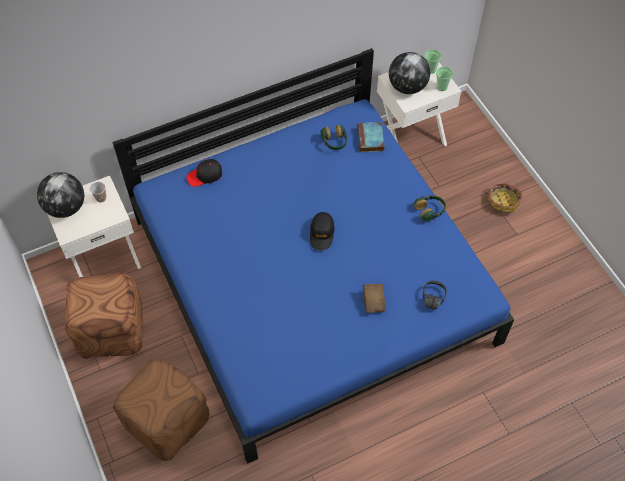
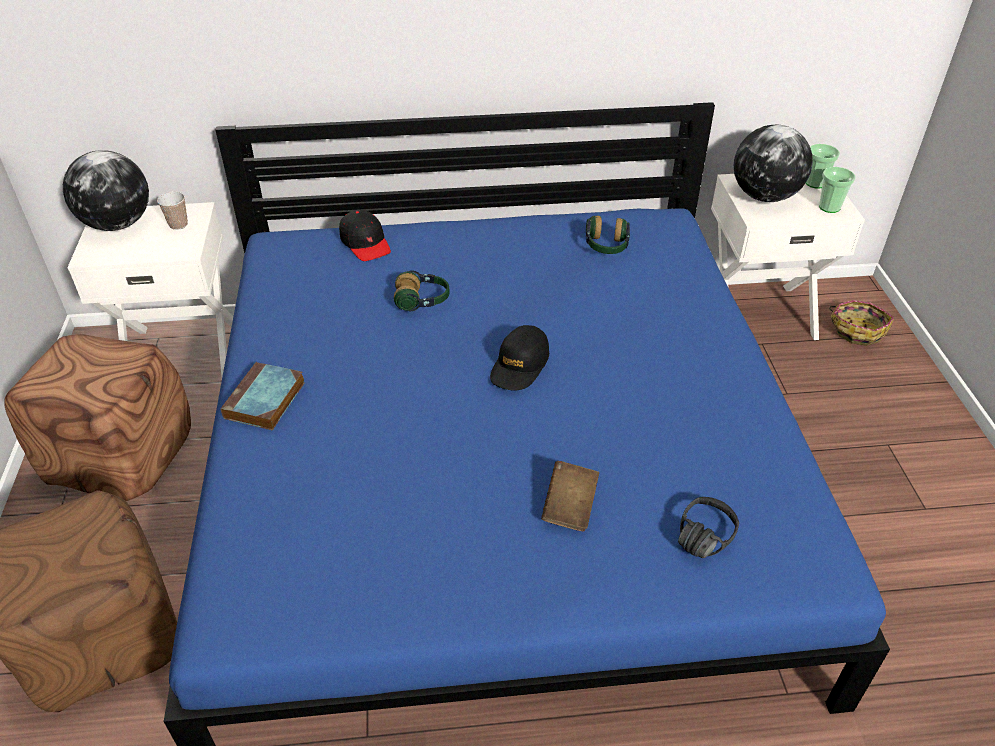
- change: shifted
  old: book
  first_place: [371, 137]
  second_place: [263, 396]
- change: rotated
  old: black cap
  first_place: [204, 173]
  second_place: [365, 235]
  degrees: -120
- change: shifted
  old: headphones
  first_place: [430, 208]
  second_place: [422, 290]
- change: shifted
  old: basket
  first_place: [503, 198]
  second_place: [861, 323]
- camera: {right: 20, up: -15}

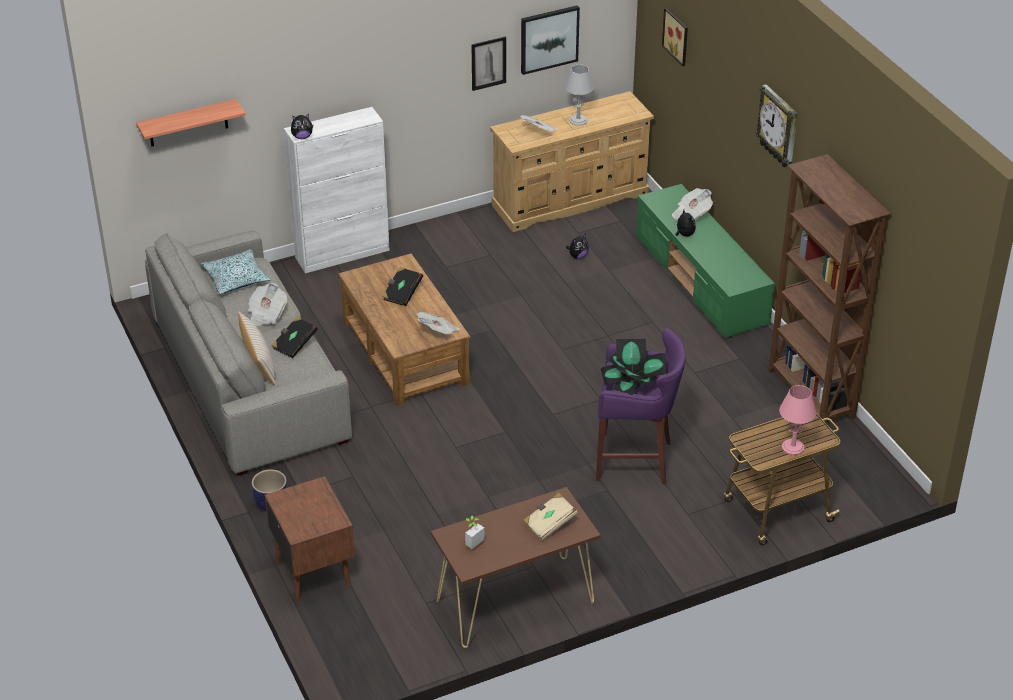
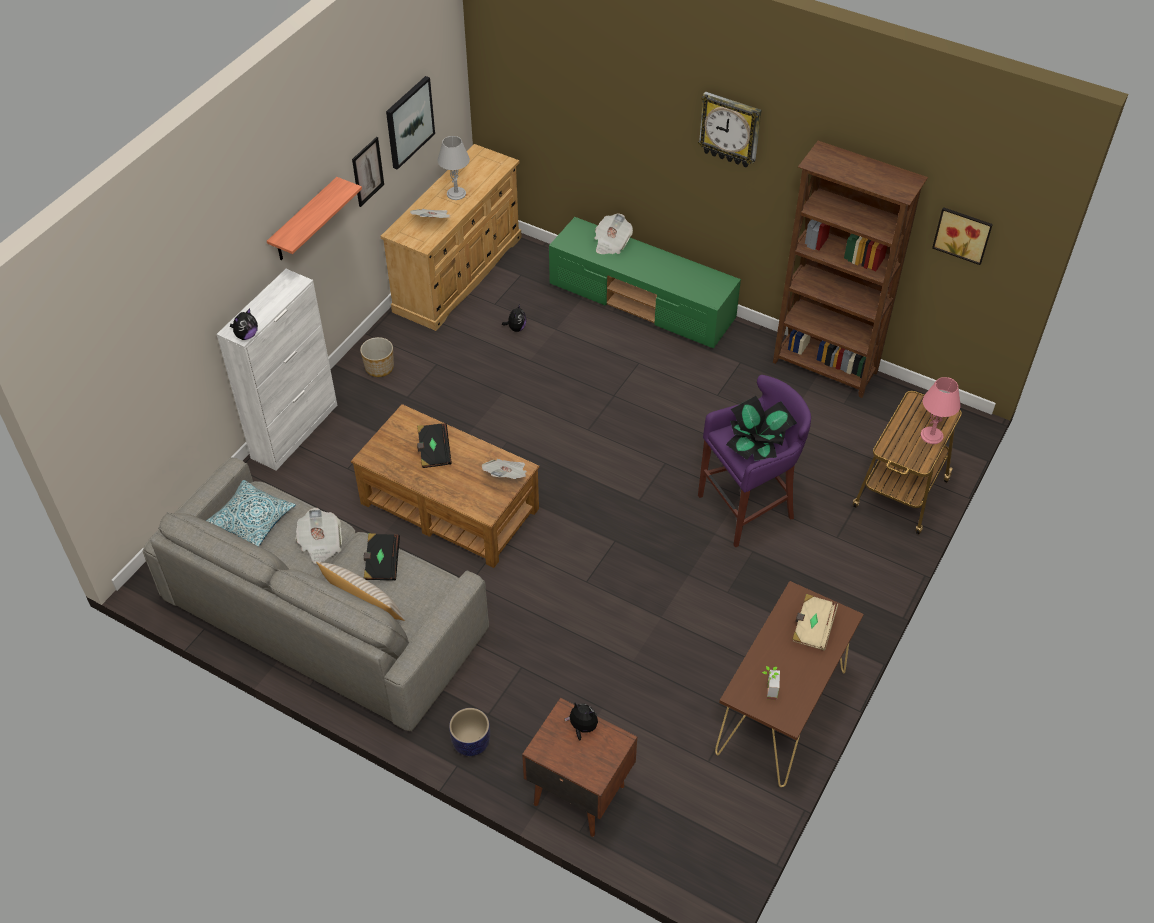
- change: shifted
  old: shelf
  first_place: [190, 122]
  second_place: [314, 218]
- change: new
  new: planter
  second_place: [377, 357]
- change: shifted
  old: plush toy
  first_place: [685, 223]
  second_place: [581, 721]
- change: shifted
  old: picture
  first_place: [675, 37]
  second_place: [962, 236]
- camera: {right: -35, up: 10}

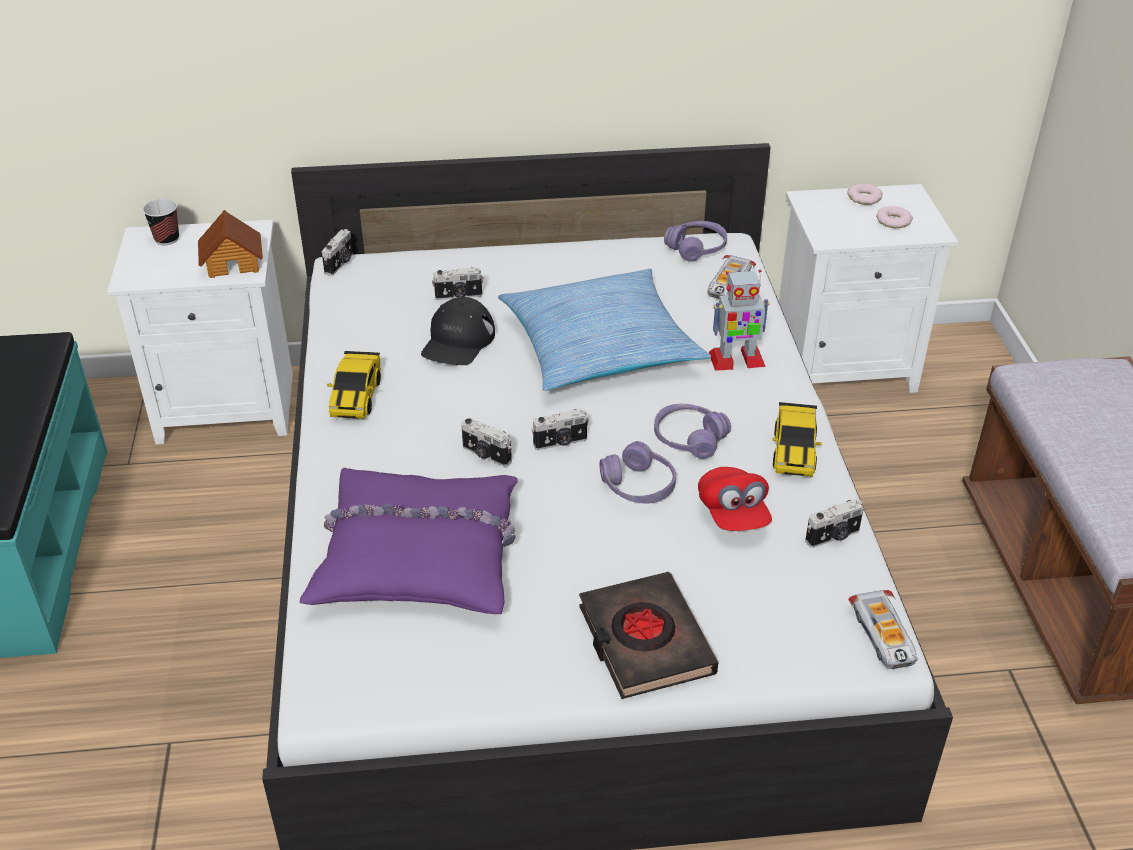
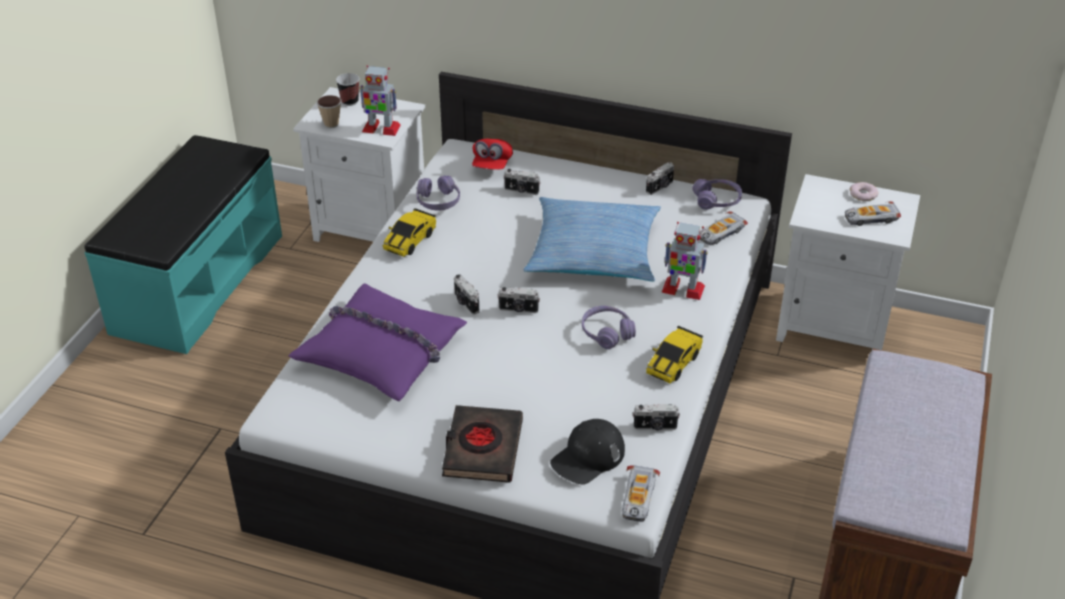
- change: new
  new: cup
  second_place: [329, 111]
- change: swapped
  old: toy house
  new: toy robot
  first_place: [230, 244]
  second_place: [380, 100]
- change: shifted
  old: purple headphones
  first_place: [638, 472]
  second_place: [438, 193]
- change: shifted
  old: red cap
  first_place: [735, 499]
  second_place: [492, 154]
- change: shifted
  old: black cap
  first_place: [458, 331]
  second_place: [587, 451]
- change: shifted
  old: photo camera
  first_place: [337, 252]
  second_place: [660, 178]
- change: swapped
  old: donut
  new: toy car
  first_place: [894, 217]
  second_place: [873, 213]
- camera: {right: 25, up: 0}

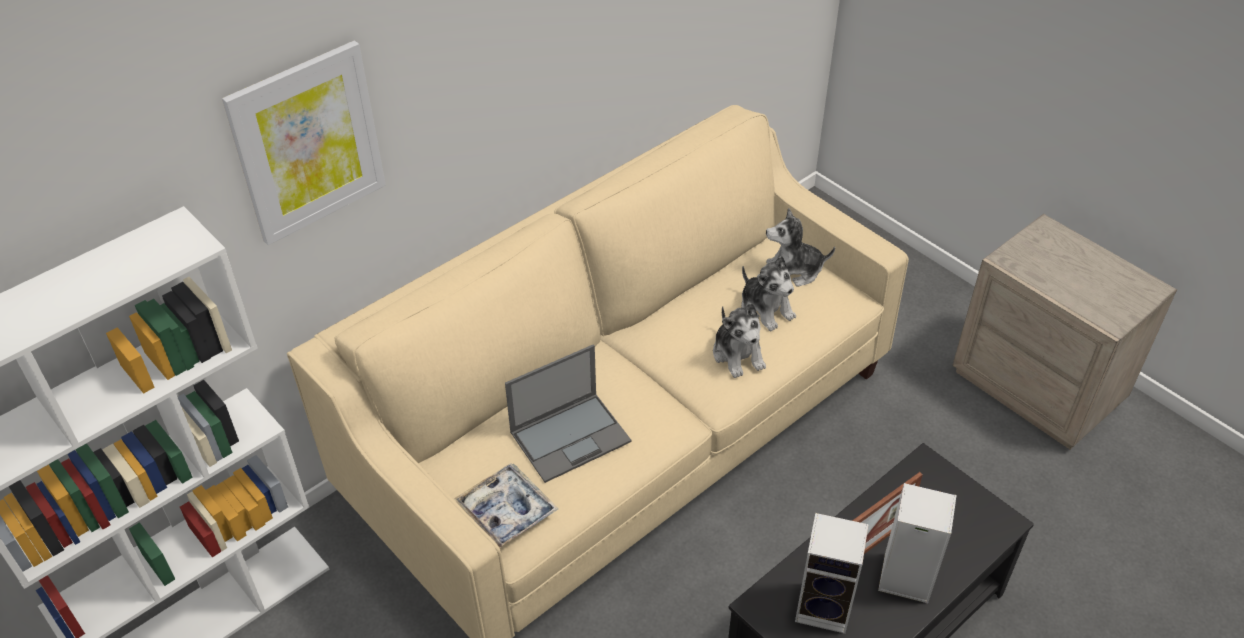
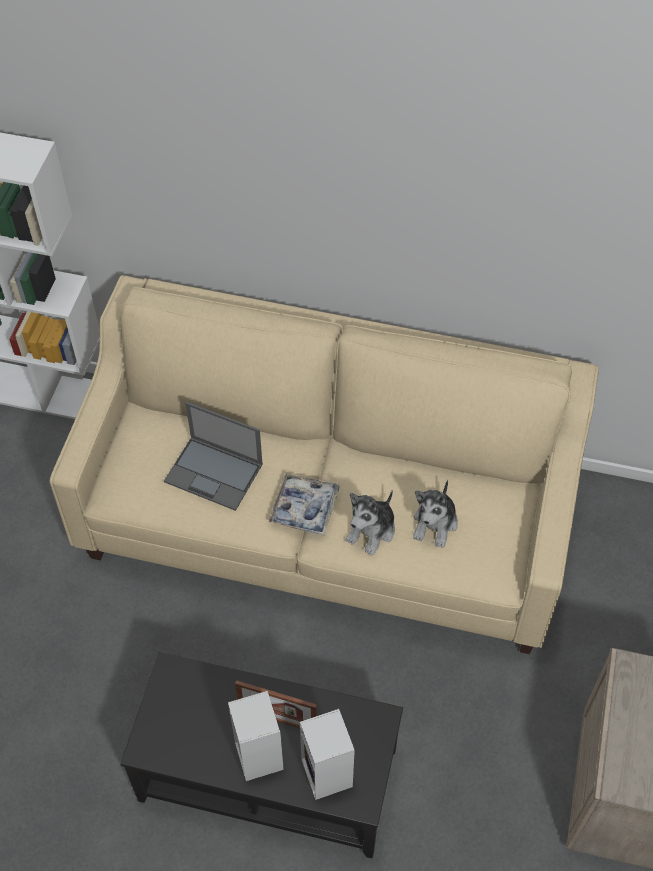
- change: shifted
  old: tray
  first_place: [506, 505]
  second_place: [303, 503]
- change: shifted
  old: speaker
  first_place: [832, 573]
  second_place: [327, 754]
- change: gone
  old: picture
  first_place: [304, 143]
- change: gone
  old: plush toy
  first_place: [800, 247]
- camera: {right: 55, up: 10}

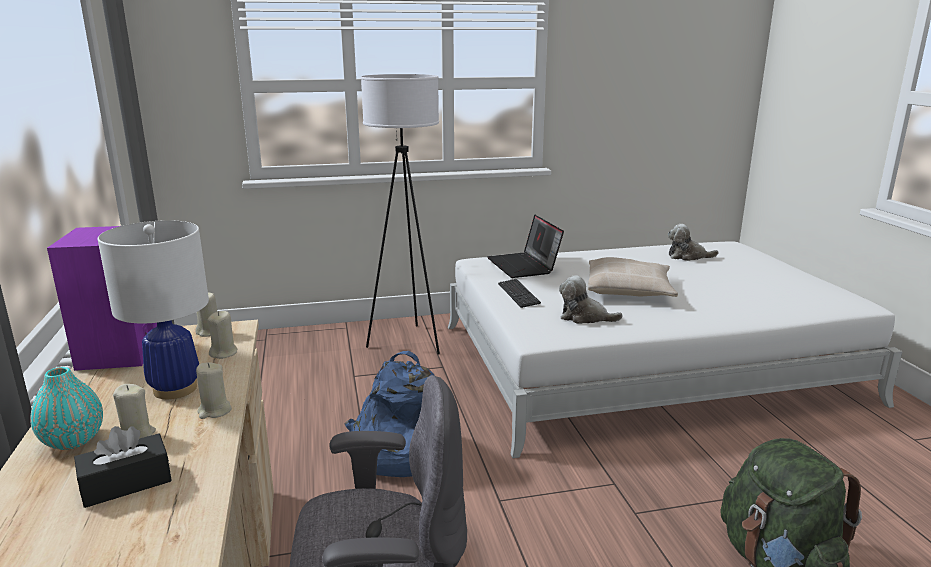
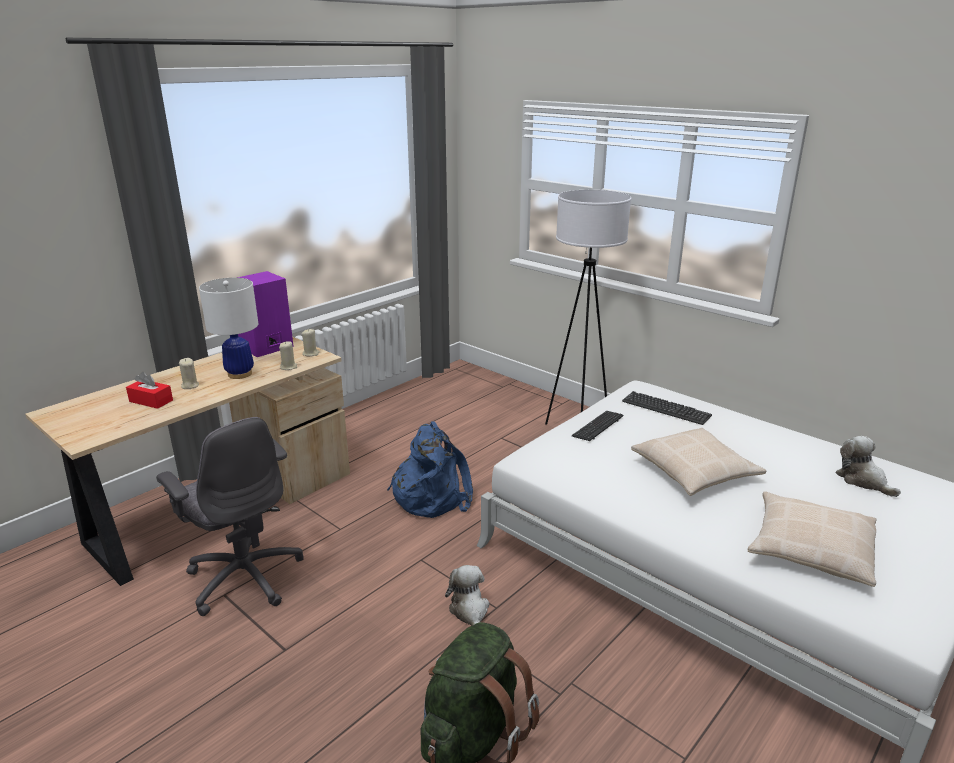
- change: repainted
  old: black tissue box
  new: red tissue box
  first_place: [123, 467]
  second_place: [149, 390]
- change: shifted
  old: plush toy
  first_place: [591, 299]
  second_place: [467, 595]
- change: swapped
  old: laptop
  new: keyboard
  first_place: [525, 246]
  second_place: [667, 408]
- change: new
  new: beige pillow
  second_place: [812, 539]
- change: gone
  old: turquoise vase
  first_place: [66, 408]
- change: gone
  old: beige candle
  first_place: [214, 390]
- camera: {right: 55, up: 5}

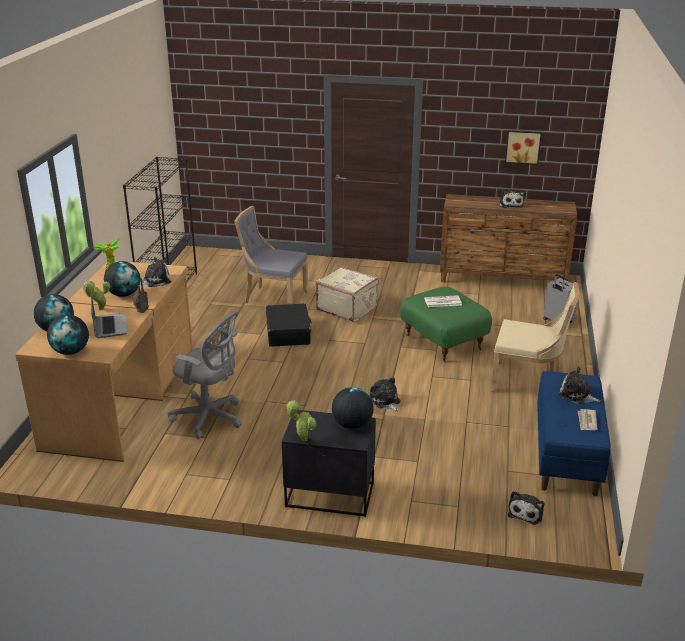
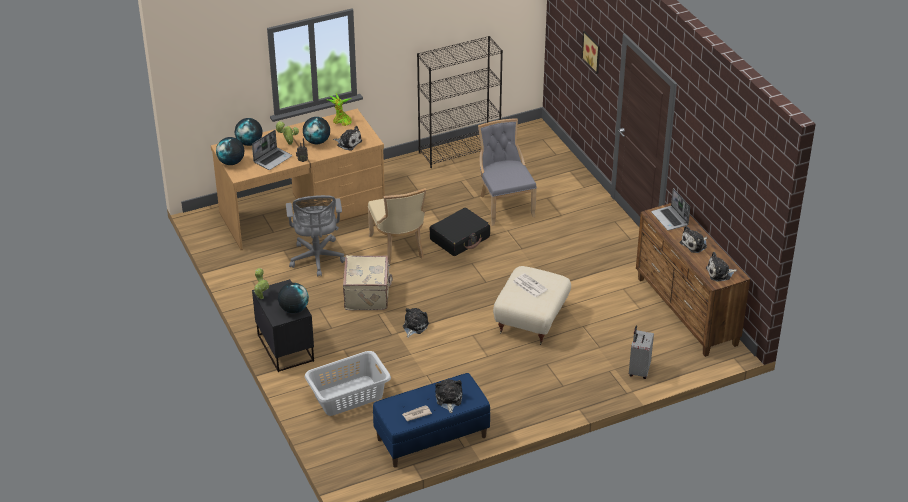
- change: new
  new: grey laundry basket
  second_place: [348, 383]
- change: shifted
  old: beige suitcase
  first_place: [347, 294]
  second_place: [368, 282]
- change: shifted
  old: beige chair
  first_place: [534, 337]
  second_place: [397, 226]
- change: repainted
  old: green ottoman
  new: beige ottoman
  first_place: [446, 325]
  second_place: [532, 305]
- change: shifted
  old: picture
  first_place: [523, 148]
  second_place: [590, 52]
- change: new
  new: laptop
  second_place: [670, 209]
- change: shifted
  old: plush toy
  first_place: [526, 508]
  second_place: [721, 267]
- camera: {right: 55, up: 10}

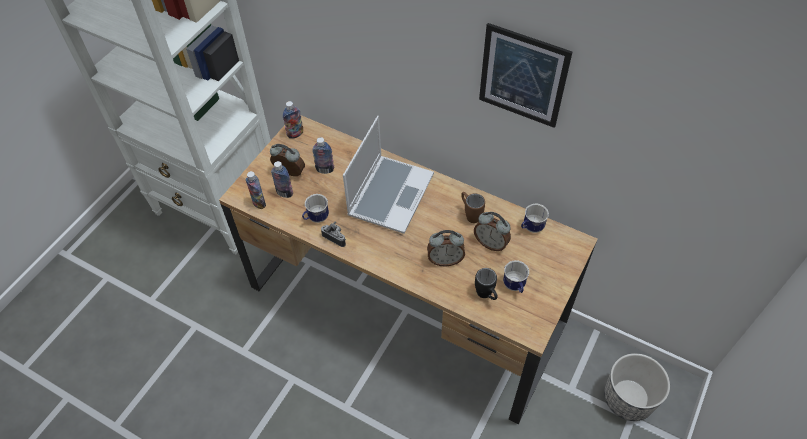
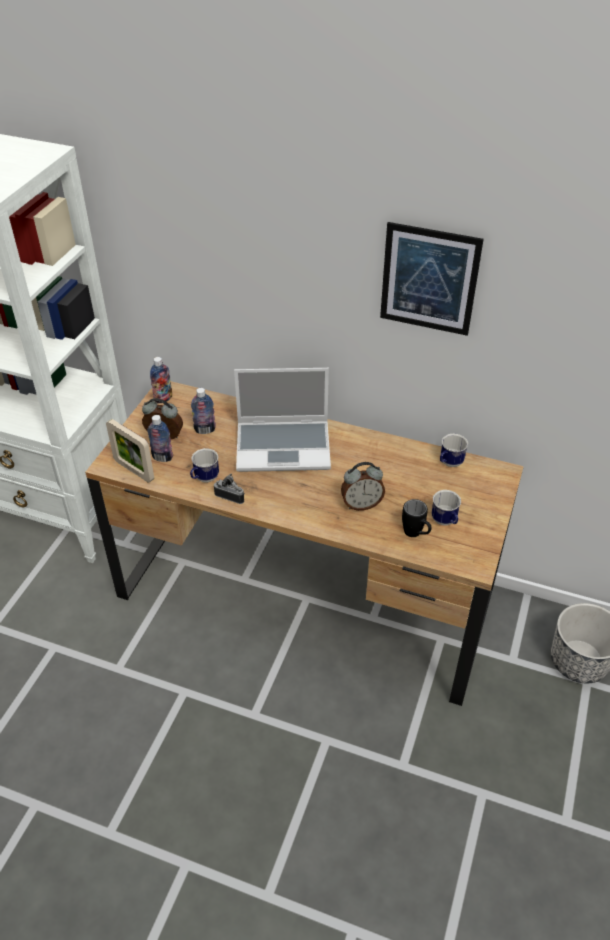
- change: swapped
  old: bottle
  new: picture frame
  first_place: [256, 190]
  second_place: [130, 451]
- change: rotated
  old: laptop
  first_place: [388, 175]
  second_place: [282, 420]
  degrees: 75
- change: gone
  old: brown mug
  first_place: [473, 207]
- change: gone
  old: alarm clock
  first_place: [492, 231]
- camera: {right: -10, up: -10}

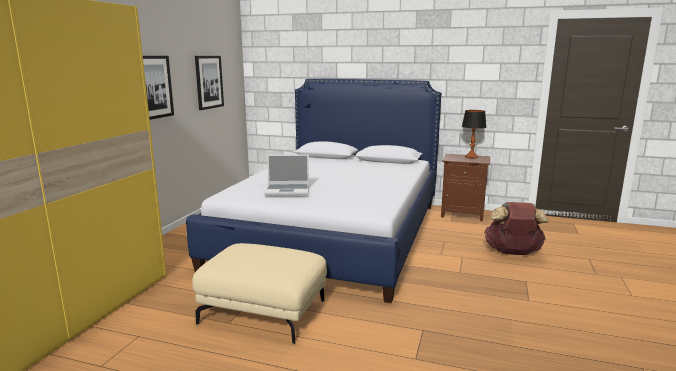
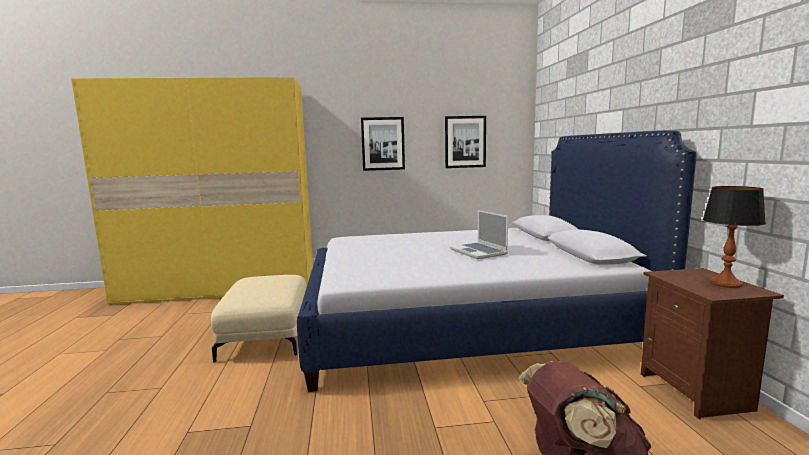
- change: shifted
  old: laptop
  first_place: [286, 175]
  second_place: [479, 234]
- camera: {right: 65, up: -5}

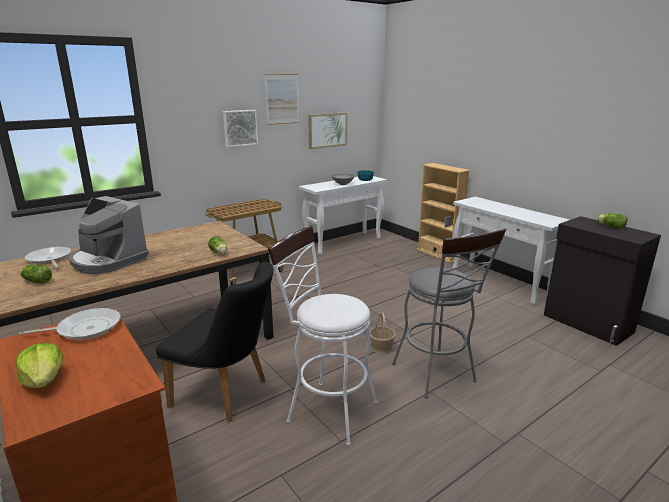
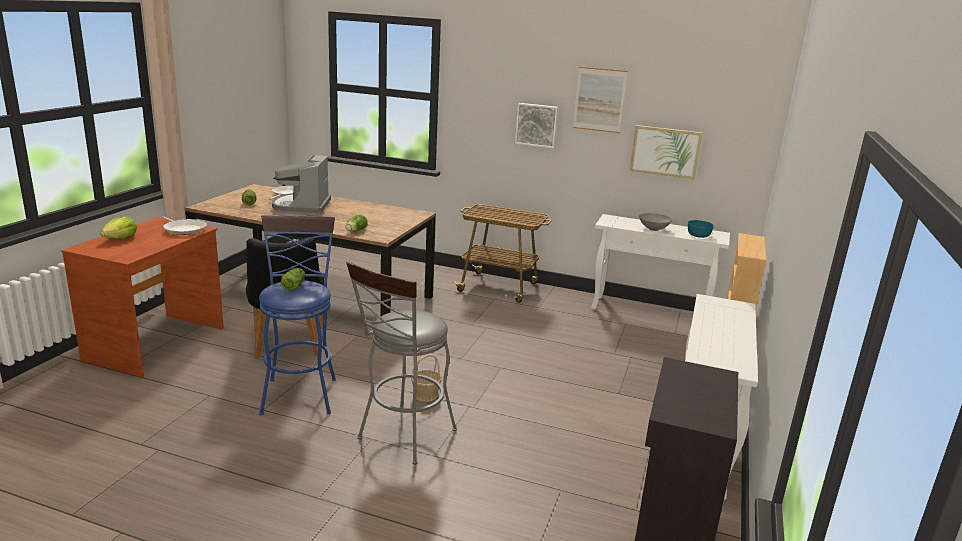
- change: repainted
  old: white stool
  new: blue stool
  first_place: [323, 335]
  second_place: [297, 315]
- change: shifted
  old: lettuce
  first_place: [612, 221]
  second_place: [293, 279]
- camera: {right: 55, up: 0}

